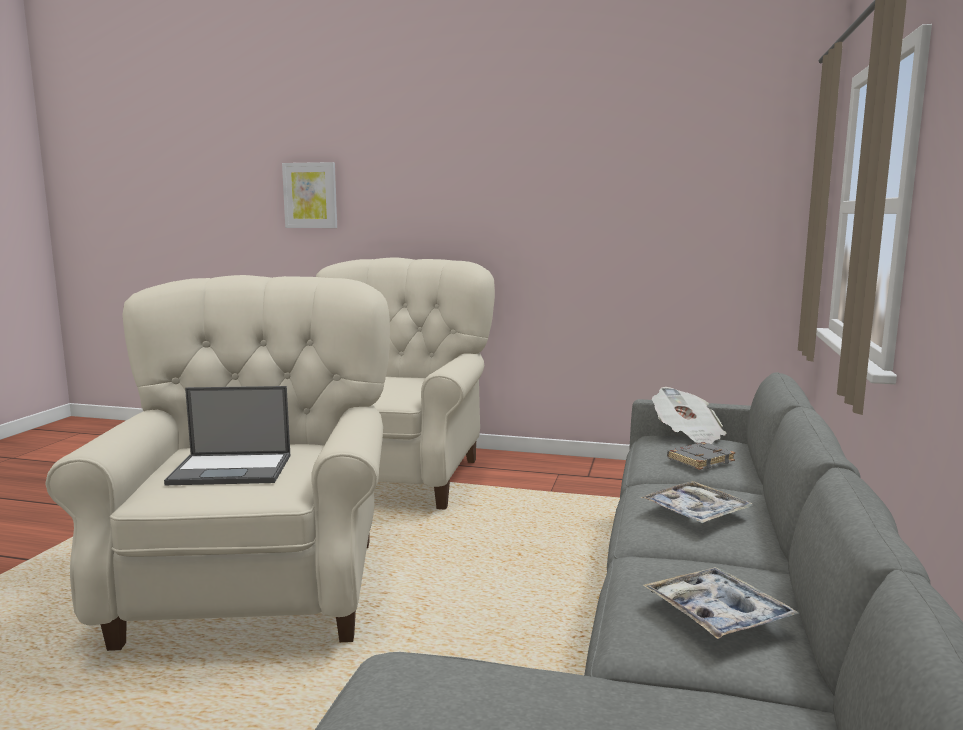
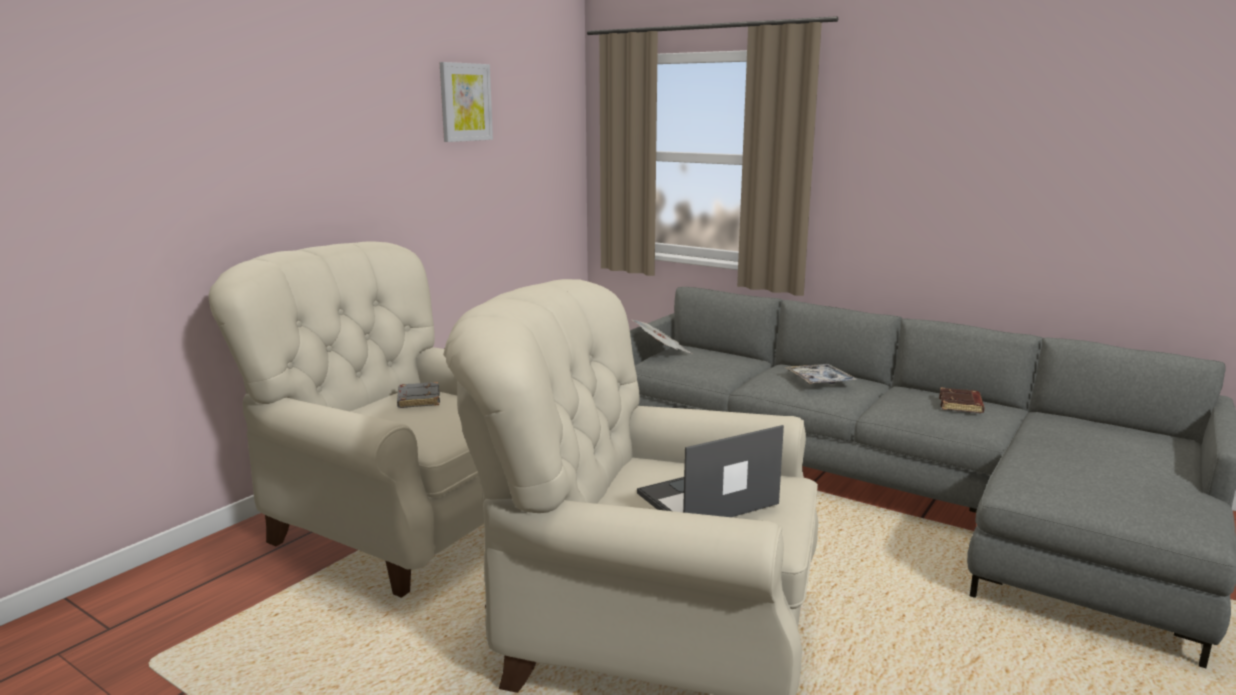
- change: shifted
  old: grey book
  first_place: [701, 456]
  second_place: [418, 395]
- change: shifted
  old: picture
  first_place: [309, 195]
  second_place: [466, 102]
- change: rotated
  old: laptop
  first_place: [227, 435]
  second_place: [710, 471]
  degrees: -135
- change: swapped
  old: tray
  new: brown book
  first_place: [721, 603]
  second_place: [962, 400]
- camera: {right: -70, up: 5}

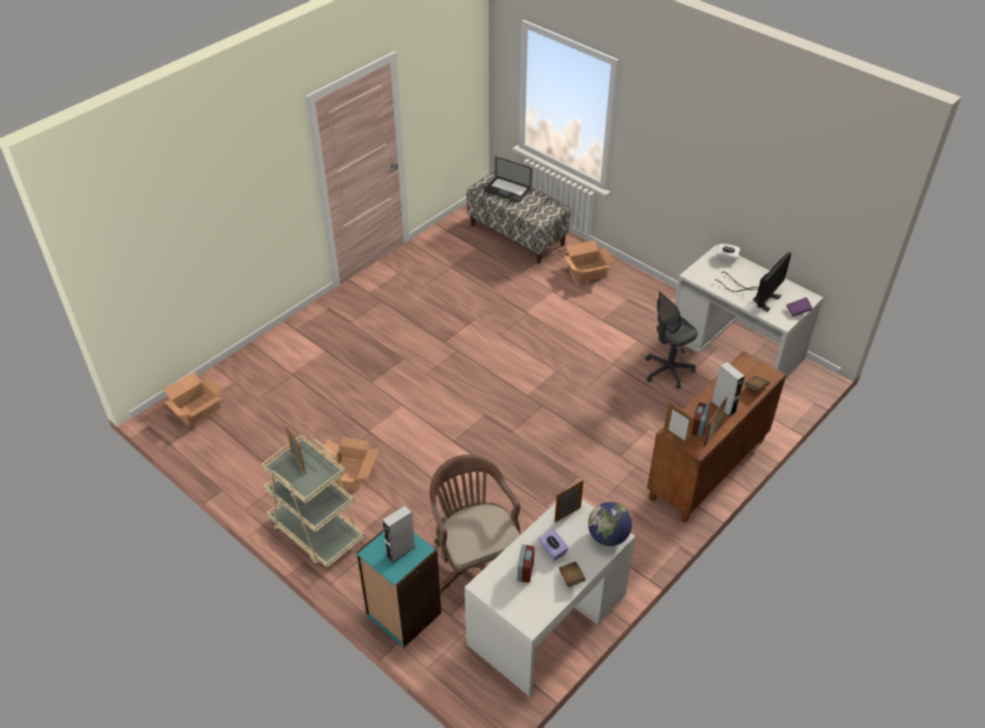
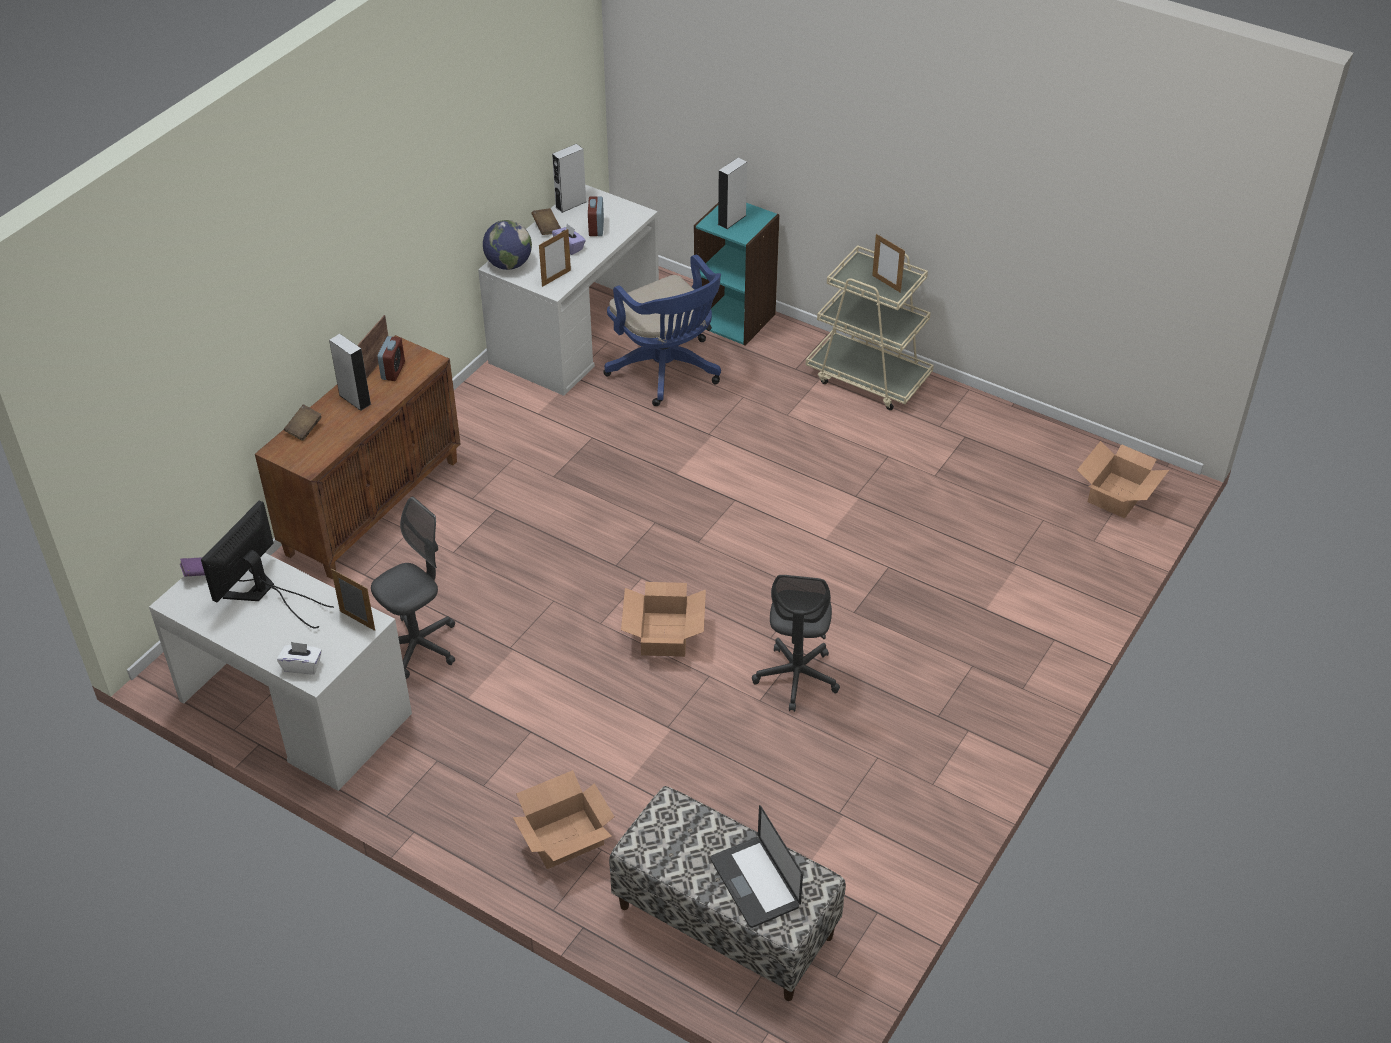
- change: shifted
  old: picture frame
  first_place: [679, 425]
  second_place: [353, 600]
- change: new
  new: grey speaker
  second_place: [569, 178]
- change: repainted
  old: brown office chair
  new: blue office chair
  first_place: [475, 524]
  second_place: [662, 330]
- change: shifted
  old: cardboard box
  first_place: [351, 464]
  second_place: [663, 619]
- change: rotated
  old: laptop
  first_place: [508, 179]
  second_place: [756, 866]
  degrees: -135
- change: new
  new: grey office chair
  second_place: [796, 643]
- camera: {right: 170, up: 0}

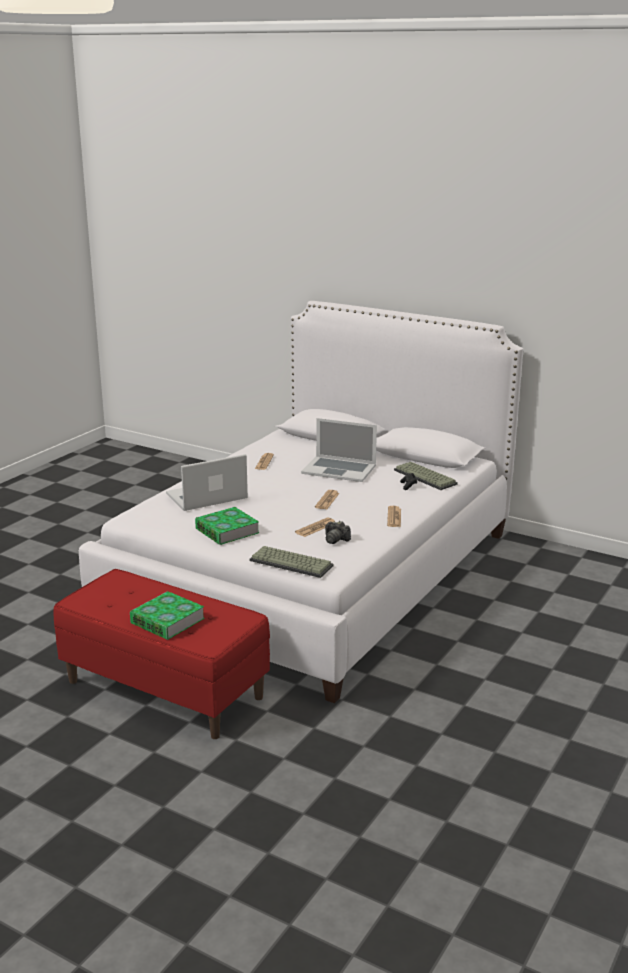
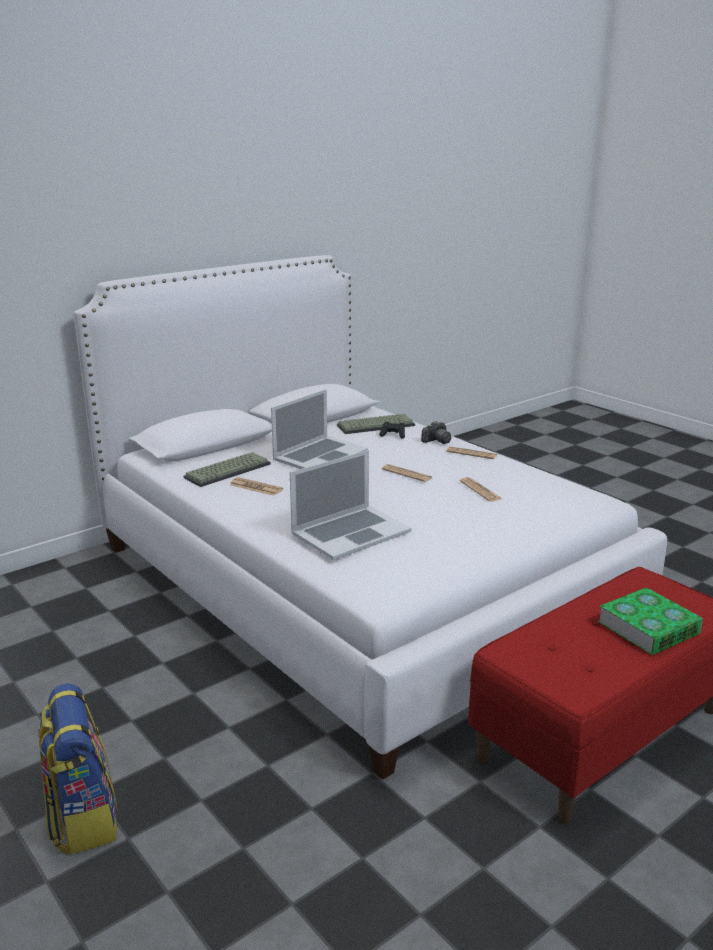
- change: new
  new: backpack
  second_place: [78, 769]
- change: shifted
  old: keyboard
  first_place: [291, 562]
  second_place: [227, 469]
- change: rotated
  old: laptop
  first_place: [207, 482]
  second_place: [350, 505]
  degrees: -120
- change: shifted
  old: photo camera
  first_place: [338, 532]
  second_place: [436, 432]
- change: gone
  old: book
  first_place: [227, 526]
- camera: {right: -70, up: 0}

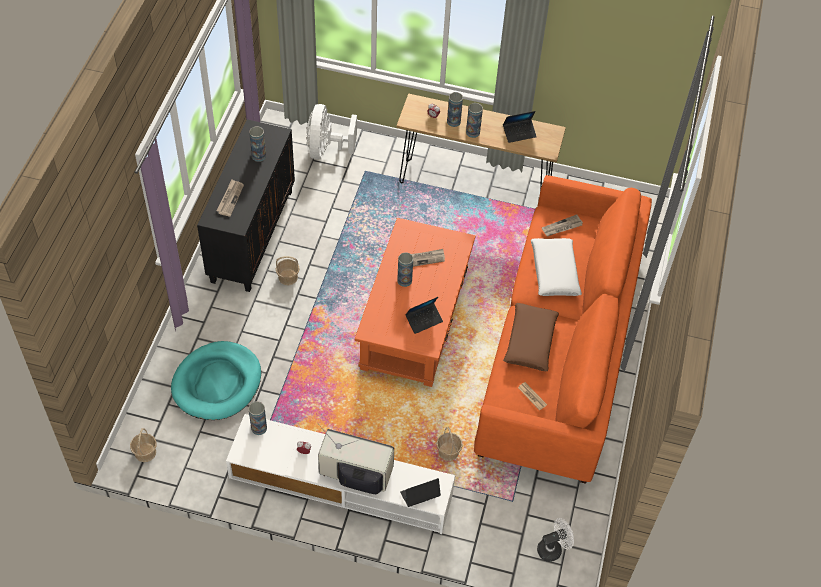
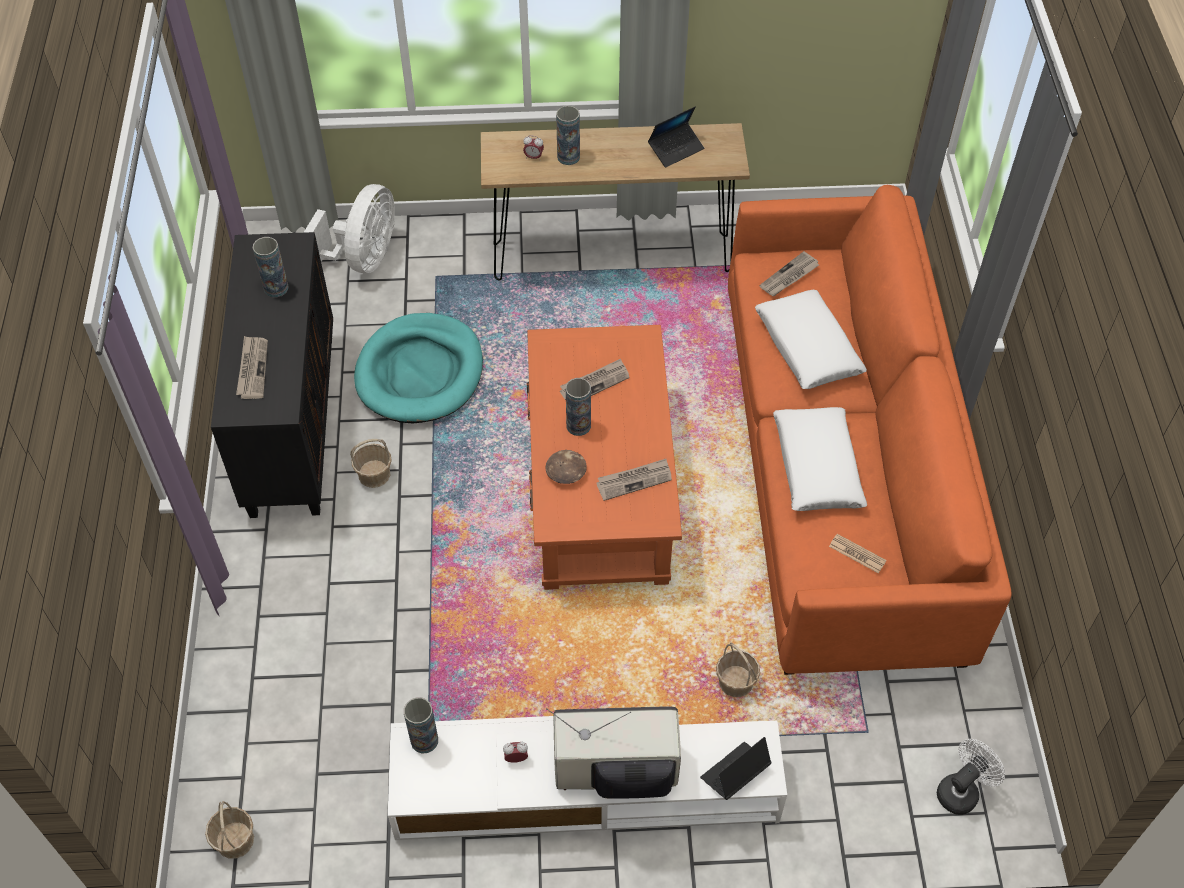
- change: rotated
  old: white fan
  first_place: [331, 131]
  second_place: [349, 228]
  degrees: -150
- change: shifted
  old: turquoise dog bed
  first_place: [216, 380]
  second_place: [418, 368]
- change: new
  new: brown bowl
  second_place: [566, 467]
- change: swapped
  old: laptop
  new: newspaper
  first_place: [424, 315]
  second_place: [634, 480]
- change: repainted
  old: brown pillow
  new: white pillow
  first_place: [531, 337]
  second_place: [820, 459]
- change: gone
  old: vase
  first_place: [474, 120]
- camera: {right: -15, up: 0}

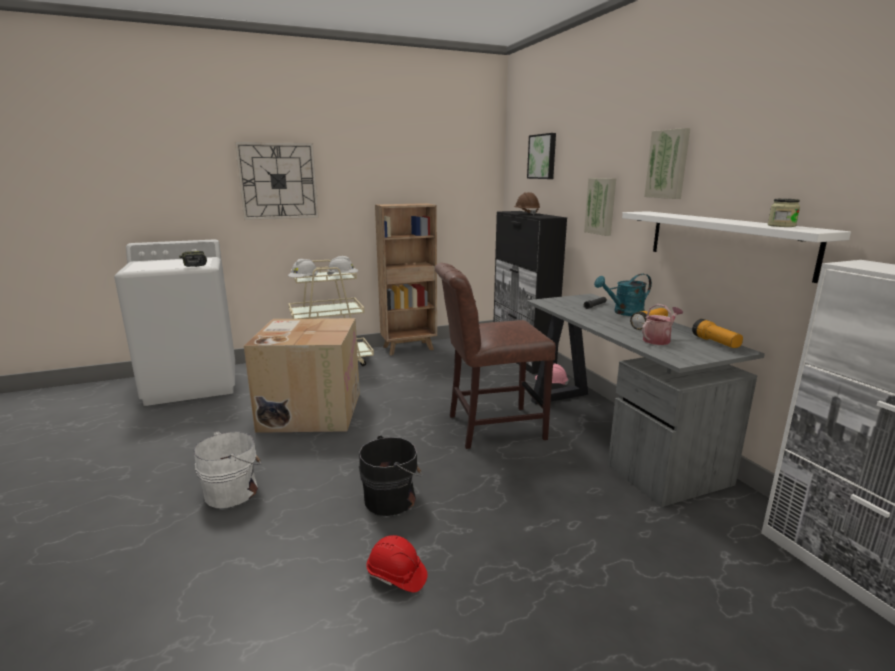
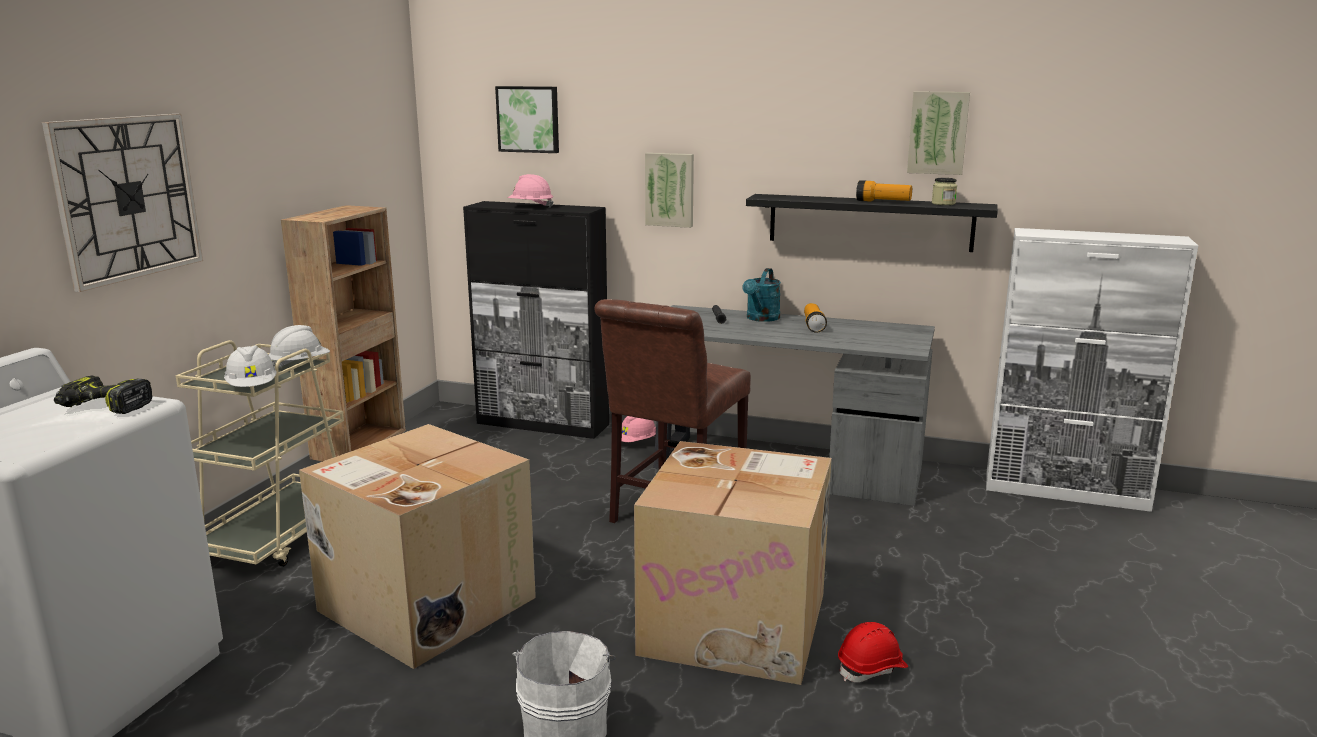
- change: repainted
  old: brown hard hat
  new: pink hard hat
  first_place: [527, 203]
  second_place: [530, 191]
- change: swapped
  old: black bucket
  new: cardboard box
  first_place: [390, 475]
  second_place: [733, 563]
- change: repainted
  old: white shelf
  new: black shelf
  first_place: [736, 247]
  second_place: [872, 223]
- change: shifted
  old: flashlight
  first_place: [717, 333]
  second_place: [884, 190]
- change: shifted
  old: picture
  first_place: [667, 163]
  second_place: [938, 133]
- change: gone
  old: watering can
  first_place: [662, 324]
- camera: {right: -50, up: 0}

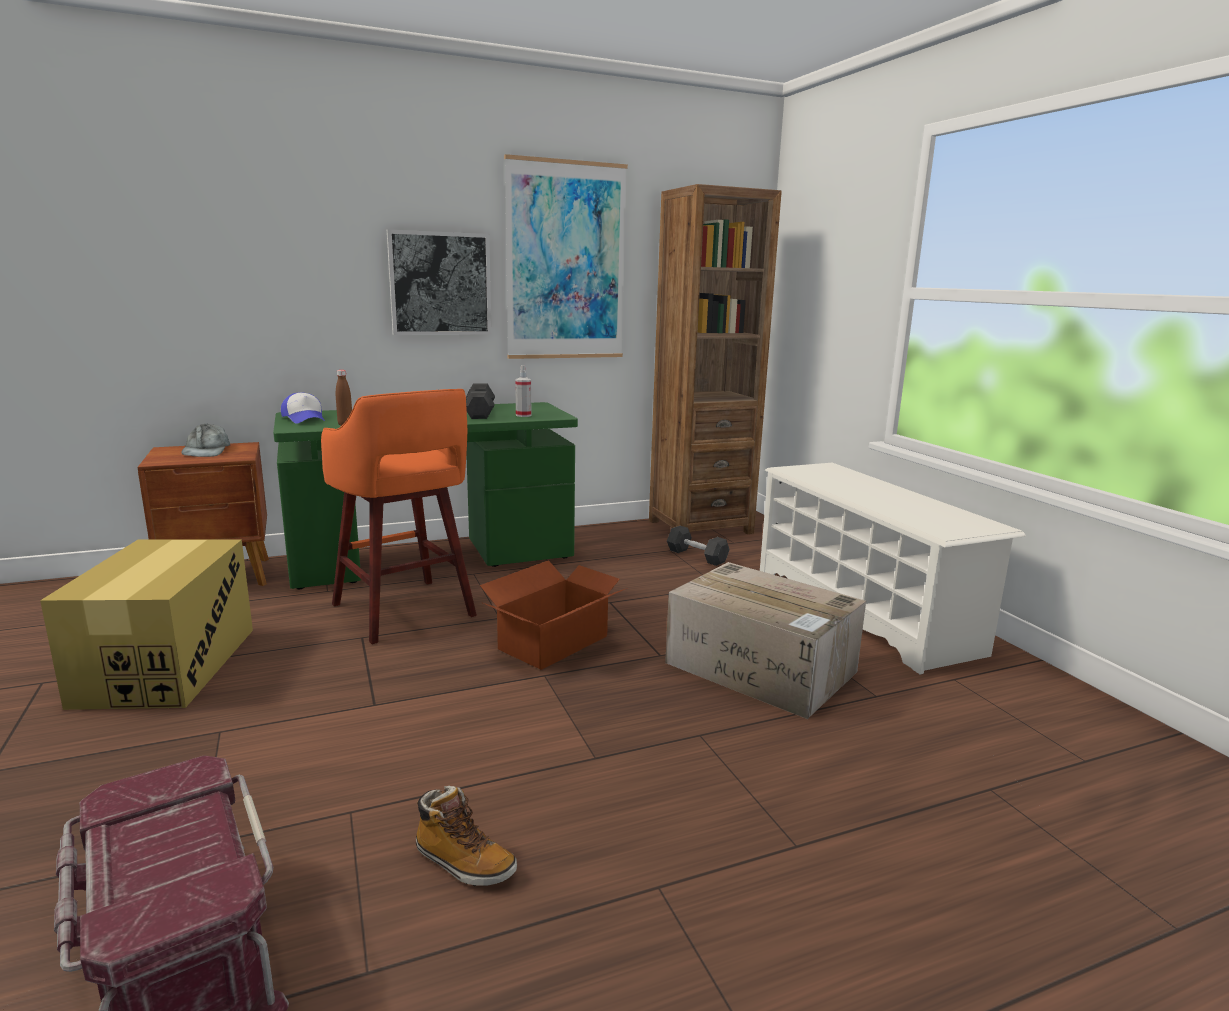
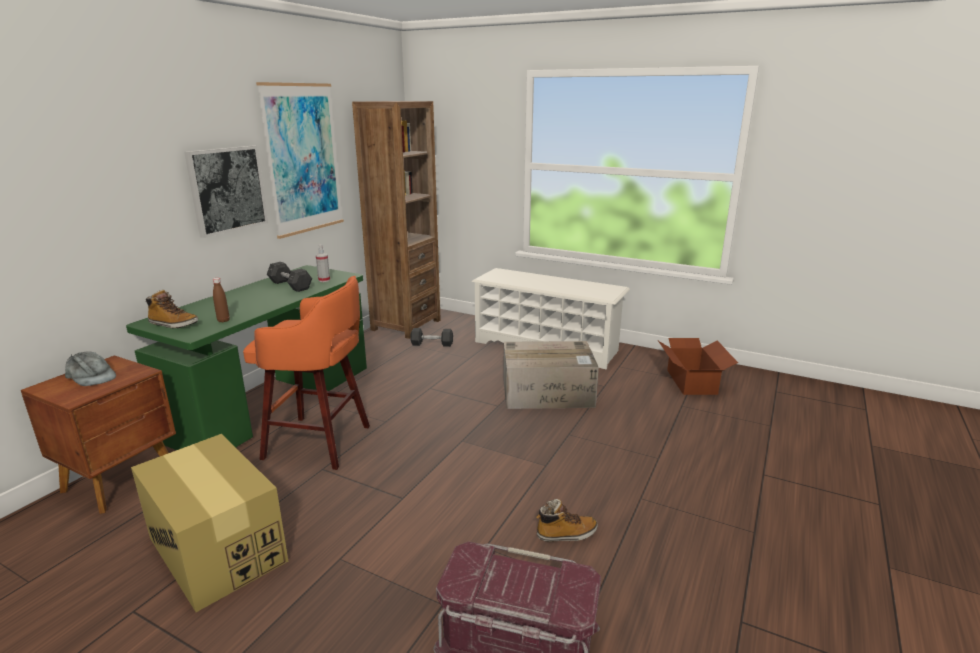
- change: swapped
  old: cap
  new: boot
  first_place: [303, 408]
  second_place: [172, 309]
- change: shifted
  old: cardboard box
  first_place: [553, 615]
  second_place: [698, 366]
- camera: {right: -40, up: 5}

